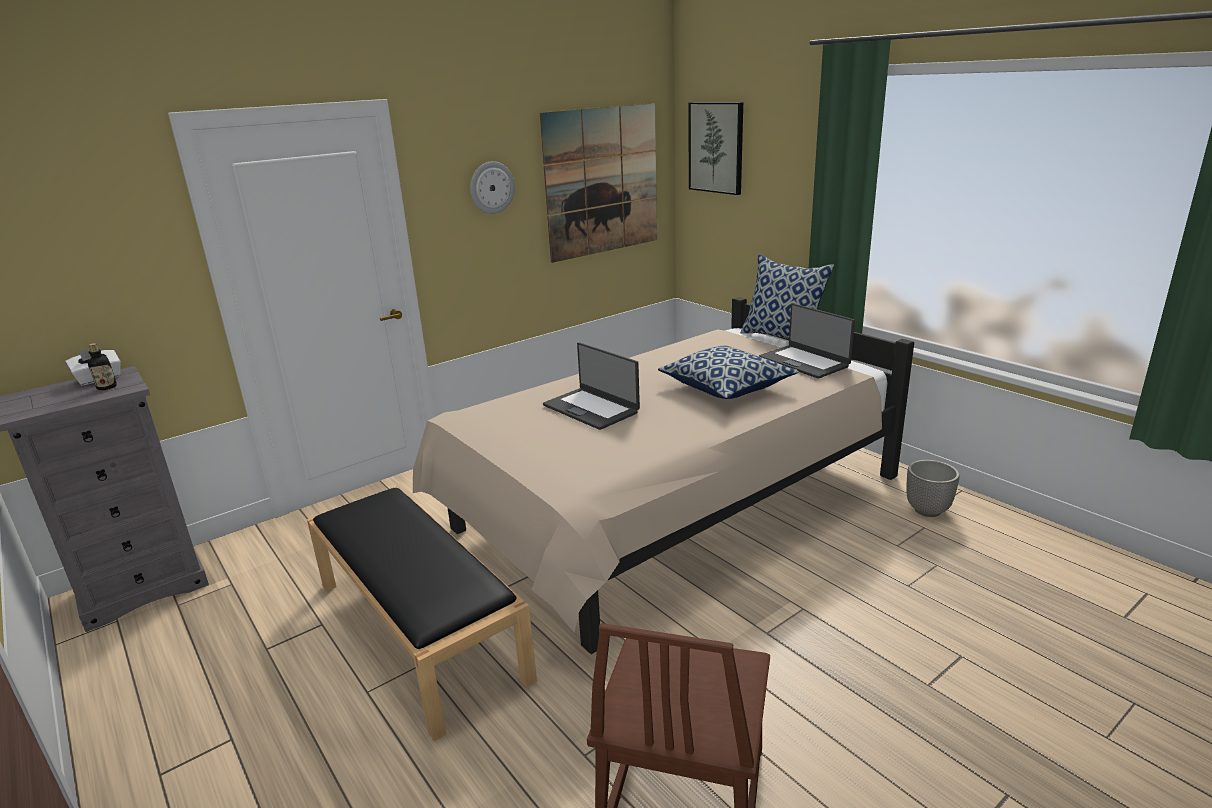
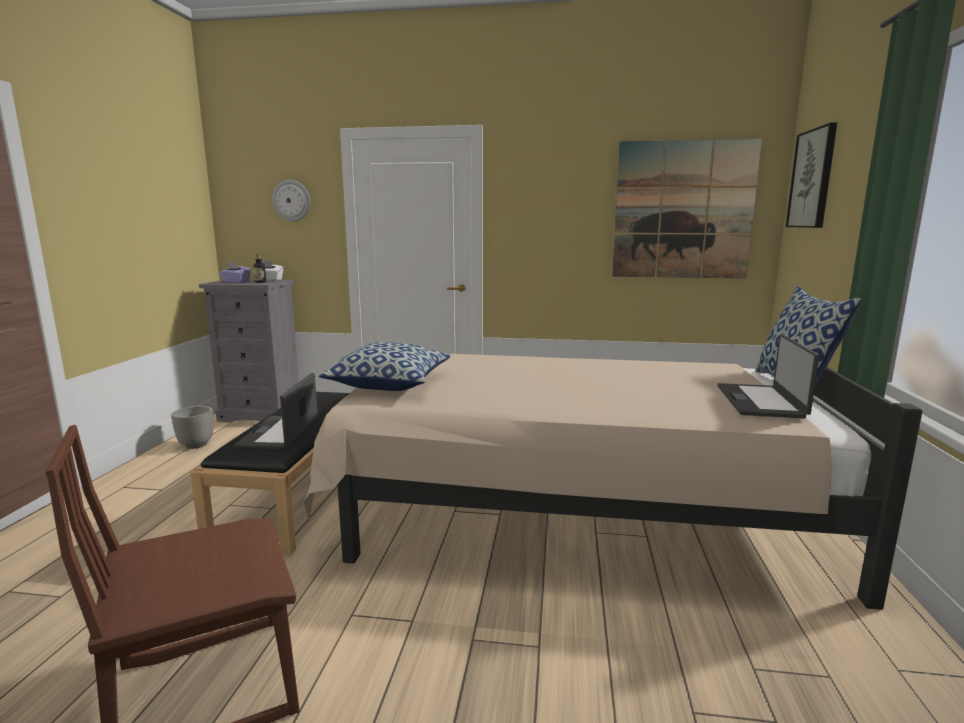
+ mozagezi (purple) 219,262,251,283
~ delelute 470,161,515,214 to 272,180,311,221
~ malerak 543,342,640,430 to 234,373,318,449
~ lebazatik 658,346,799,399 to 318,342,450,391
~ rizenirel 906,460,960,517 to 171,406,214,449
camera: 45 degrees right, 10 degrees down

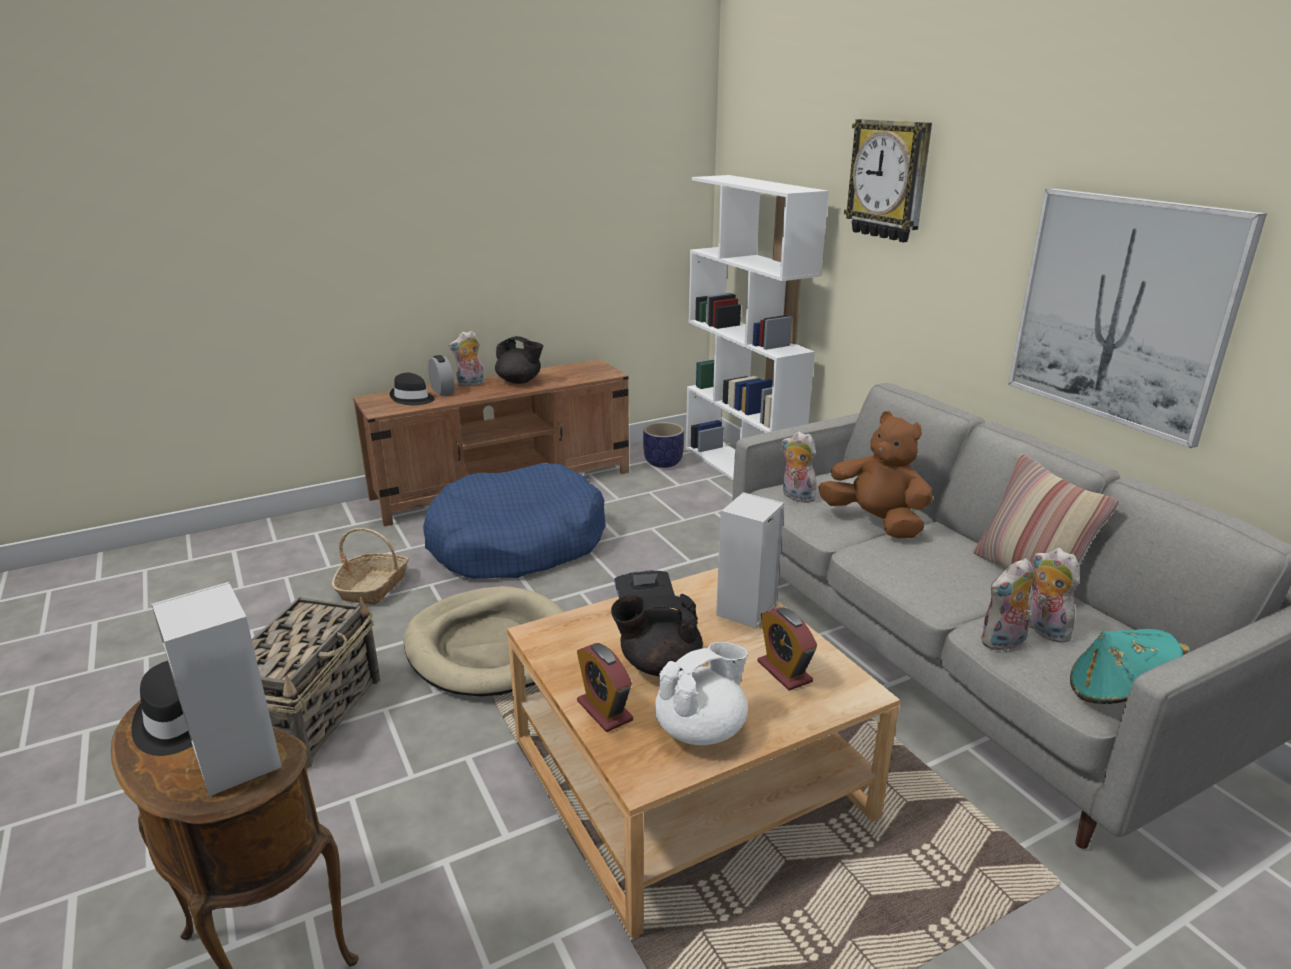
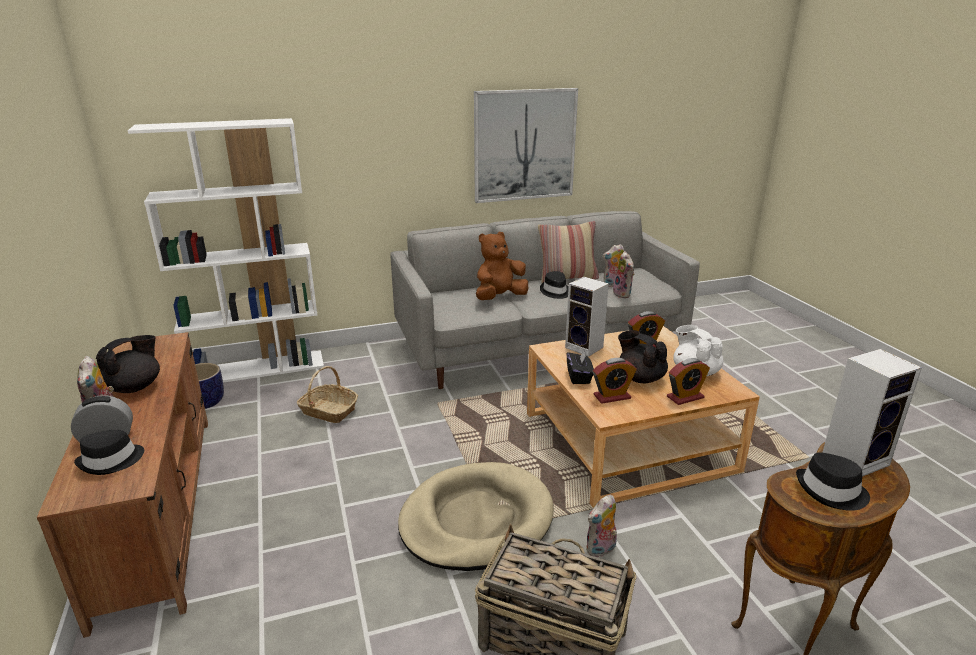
- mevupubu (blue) 423,463,606,579
- delelute 844,119,932,242
- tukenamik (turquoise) 1070,629,1191,704
+ tukenamik (black) 540,271,569,299
+ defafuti 593,358,637,404
~ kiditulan 332,528,409,605 to 297,366,358,423
~ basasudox 781,431,816,503 to 586,495,617,557
~ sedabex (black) 611,594,703,676 = 618,330,668,383 135 degrees clockwise
camera: 80 degrees left, 0 degrees up

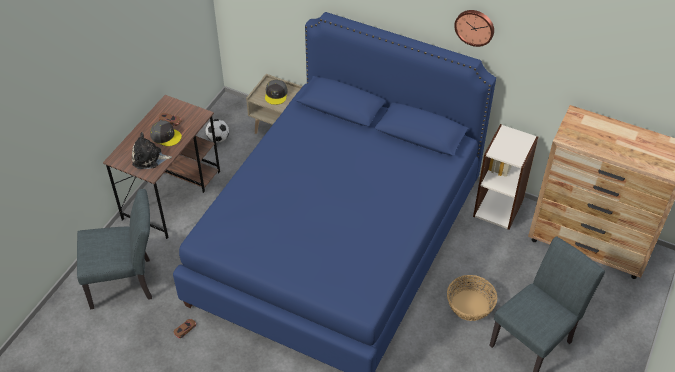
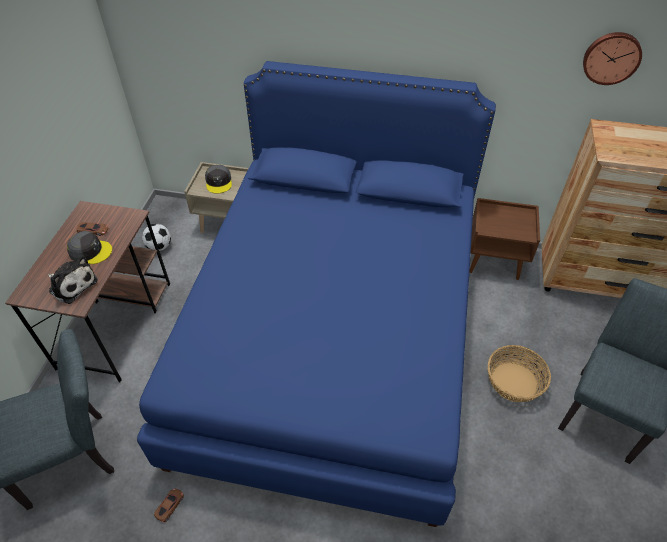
~ delelute 454,10,494,47 to 583,32,642,85
~ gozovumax 473,124,538,230 to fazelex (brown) 470,198,540,280
~ basasudox 132,132,172,169 = 48,255,98,304 135 degrees counterclockwise
camera: 15 degrees left, 0 degrees up

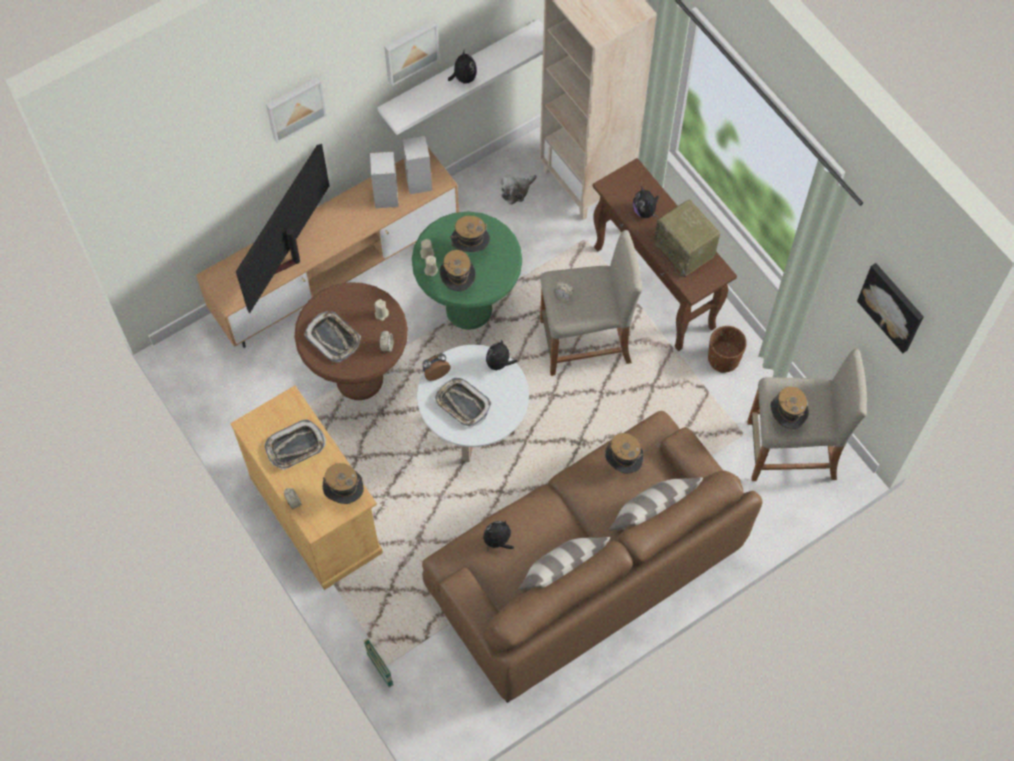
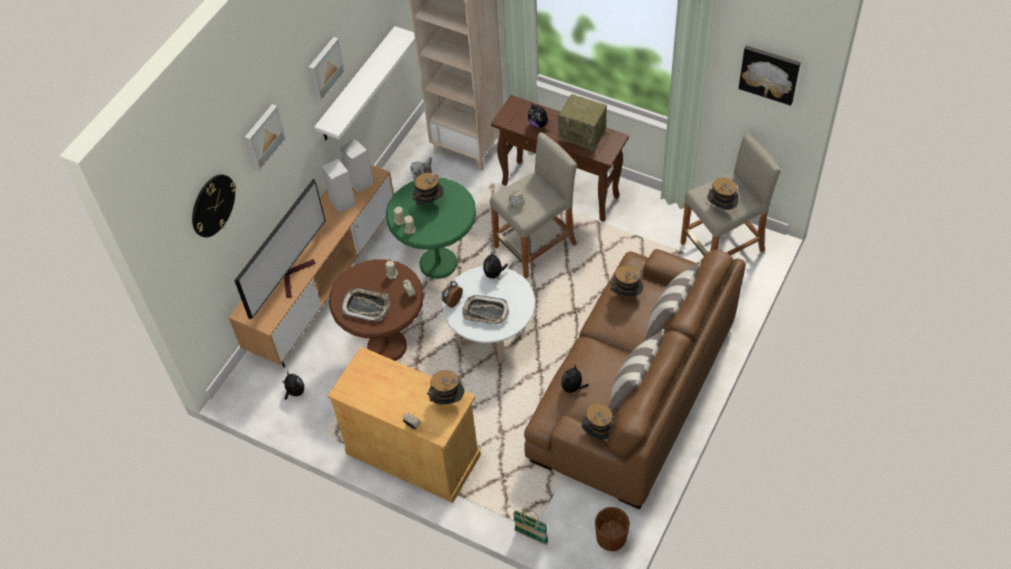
- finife 265,419,326,470
+ delelute 192,174,236,237
~ tukenamik 440,250,476,291 to 582,403,614,440
~ basasudox 448,49,477,84 to 282,371,304,400
~ rizenirel (brown) 708,326,747,373 to 595,507,630,551
~ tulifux 236,144,329,314 = 234,178,326,319 150 degrees counterclockwise
camera: 25 degrees left, 10 degrees down

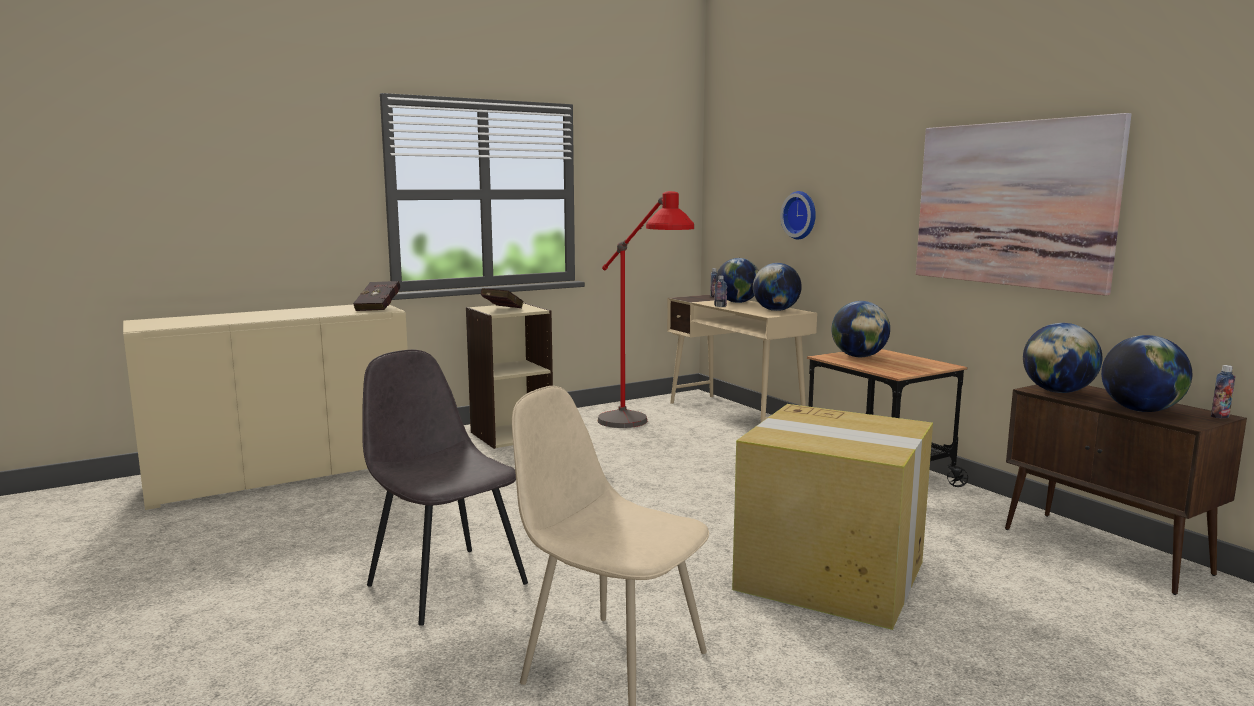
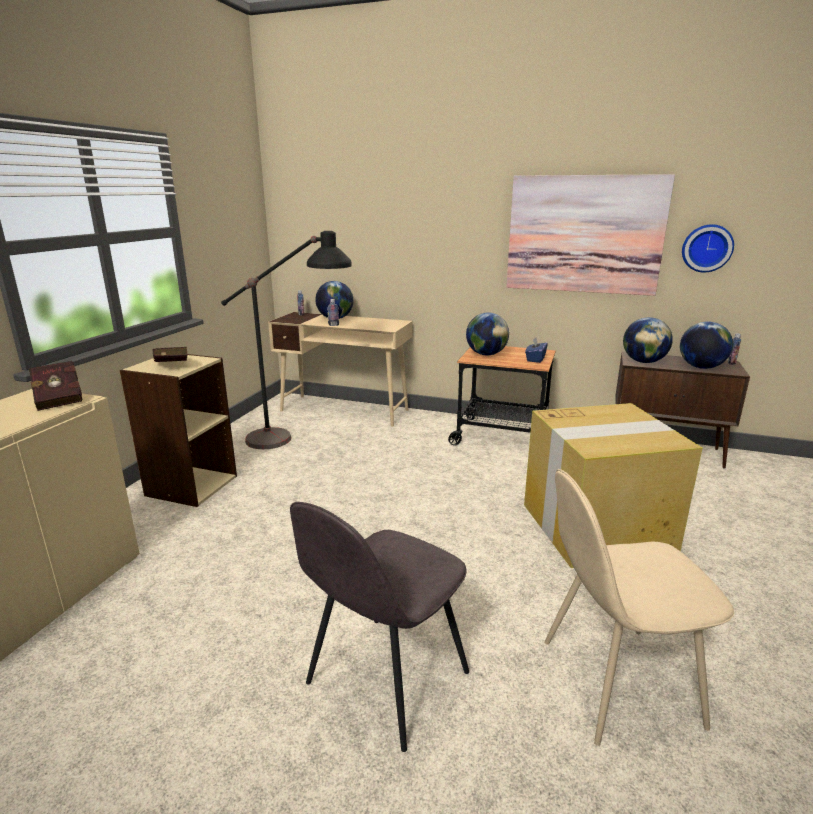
- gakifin 753,263,802,311
+ mozagezi (blue) 525,338,548,363
~ delelute 780,191,816,240 to 682,224,734,272
~ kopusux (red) 597,191,694,428 to kopusux (black) 221,231,352,449
~ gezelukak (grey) 362,350,528,626 = 290,502,469,752 60 degrees counterclockwise
camera: 40 degrees left, 10 degrees up

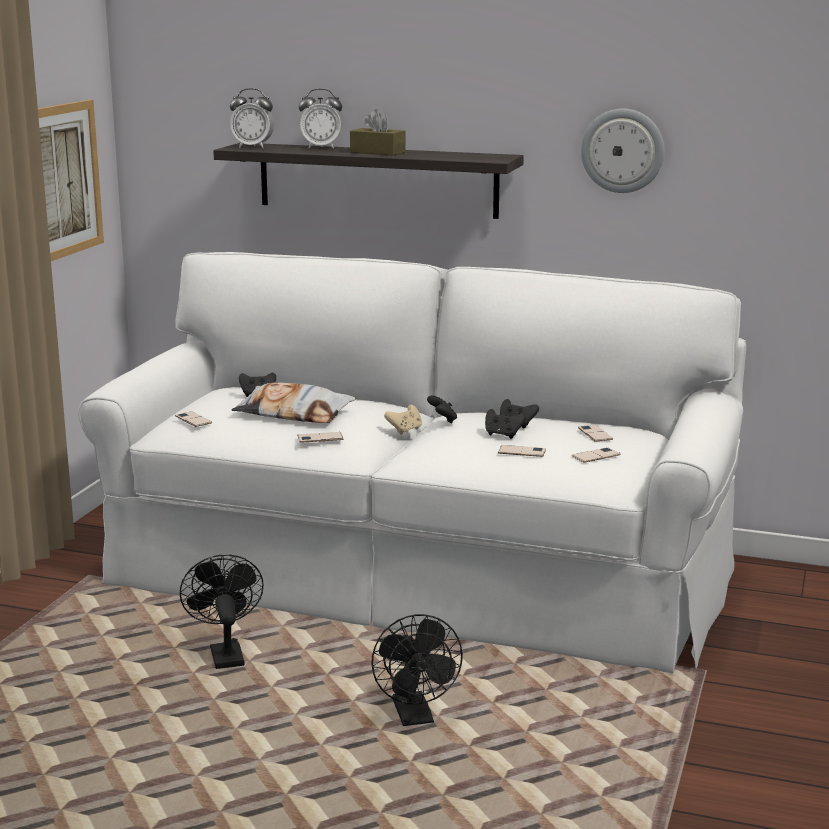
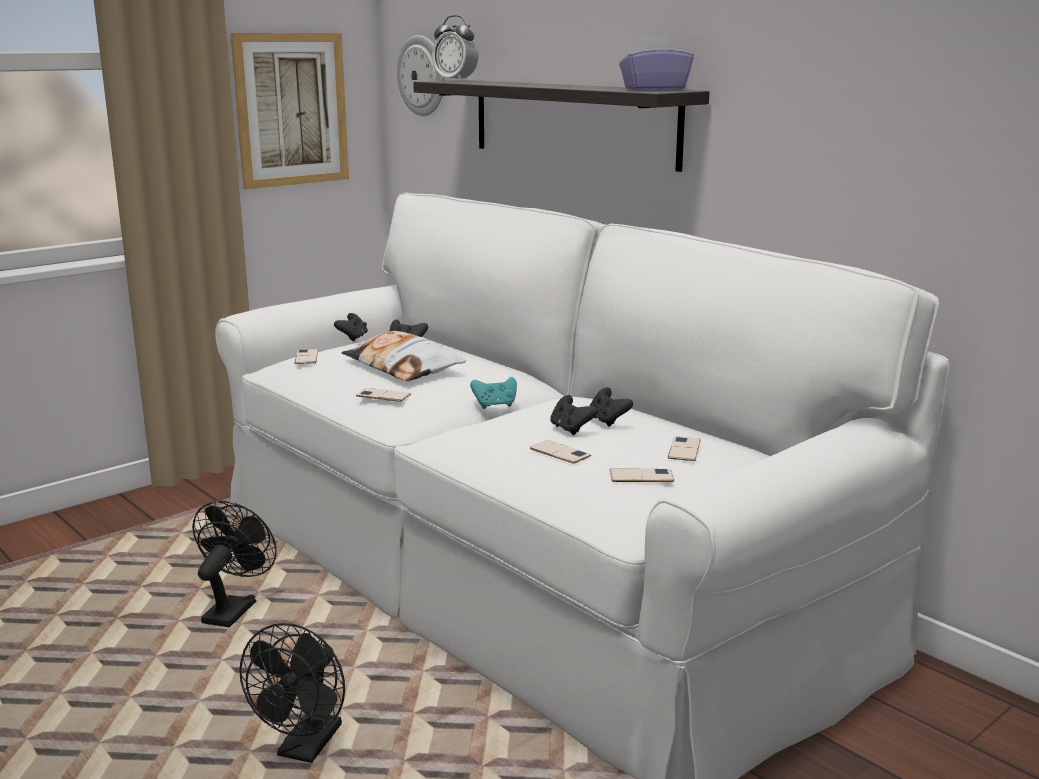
- defafuti 299,89,342,149
- mozagezi (brown) 350,109,405,155
+ mozagezi (purple) 619,36,694,91
~ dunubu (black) 427,395,457,423 to 334,313,368,342
~ delelute 581,109,664,193 to 397,35,445,116
~ dunubu (beige) 384,405,422,435 to dunubu (turquoise) 470,377,517,409
camera: 30 degrees right, 0 degrees up

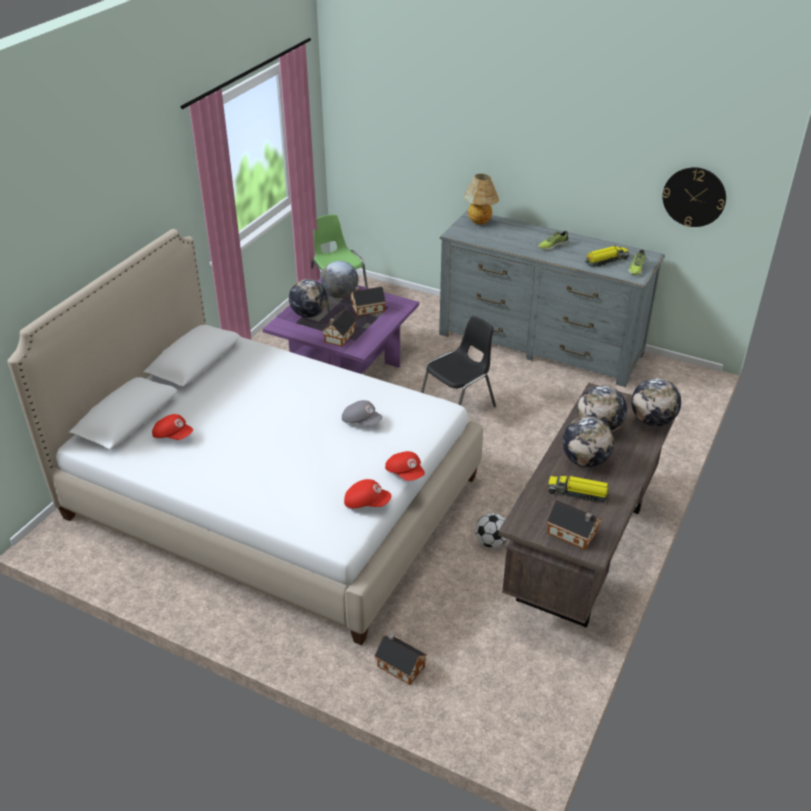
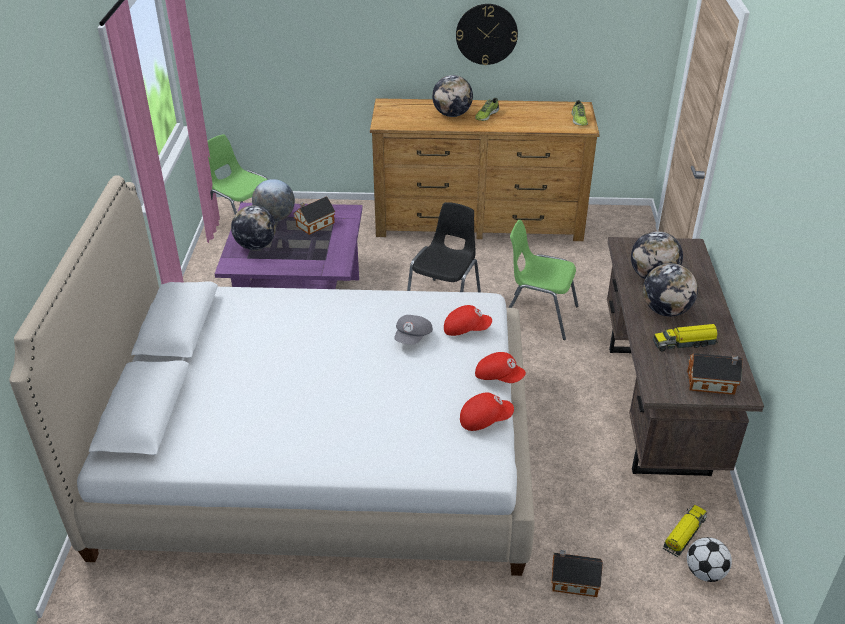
- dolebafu 322,309,356,347
- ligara 464,174,499,224
+ gezelukak (green) 509,220,578,340
~ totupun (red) 152,414,193,440 to 444,305,492,336
~ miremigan 475,513,507,548 to 687,537,732,582
~ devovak 585,246,629,267 to 663,505,707,557
~ gakifin 631,378,681,426 to 432,75,473,117
~ delelute 663,167,726,227 to 456,4,518,65
~ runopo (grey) 439,209,665,387 to runopo (brown) 370,98,600,241
~ totupun (grey) 342,400,382,426 = 394,315,433,345 105 degrees clockwise
camera: 25 degrees left, 0 degrees up

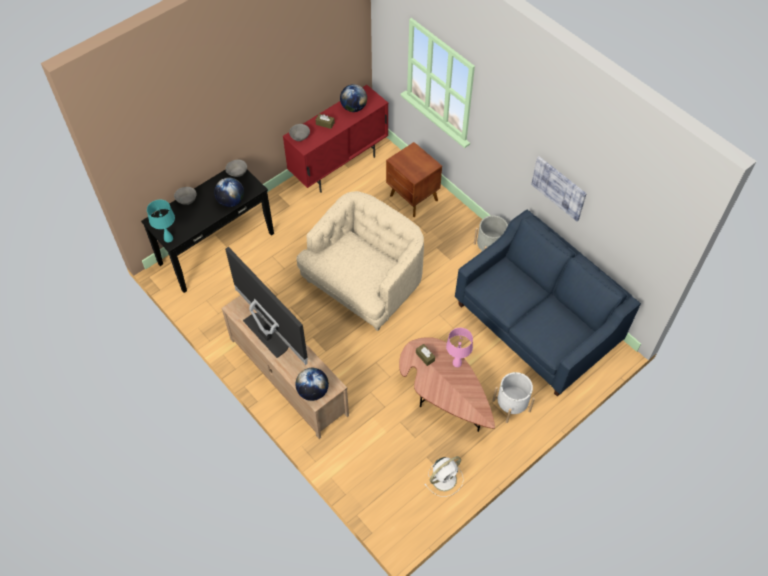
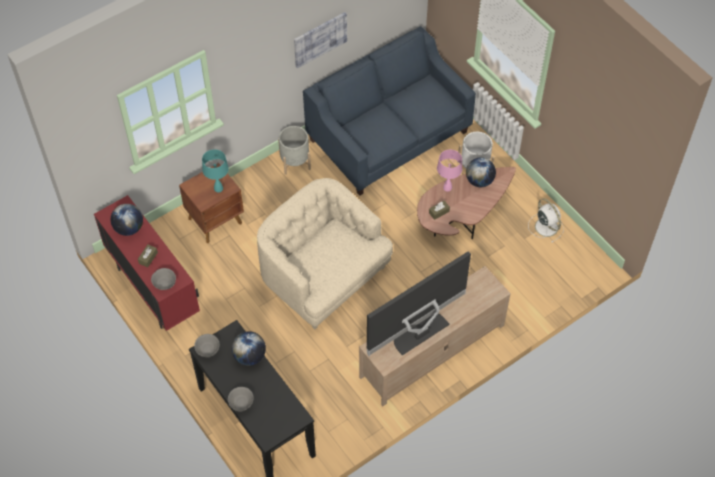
~ ligara (turquoise) 147,200,175,242 to 202,149,229,193
~ gakifin 296,368,329,401 to 466,157,496,187
camera: 85 degrees left, 0 degrees up

